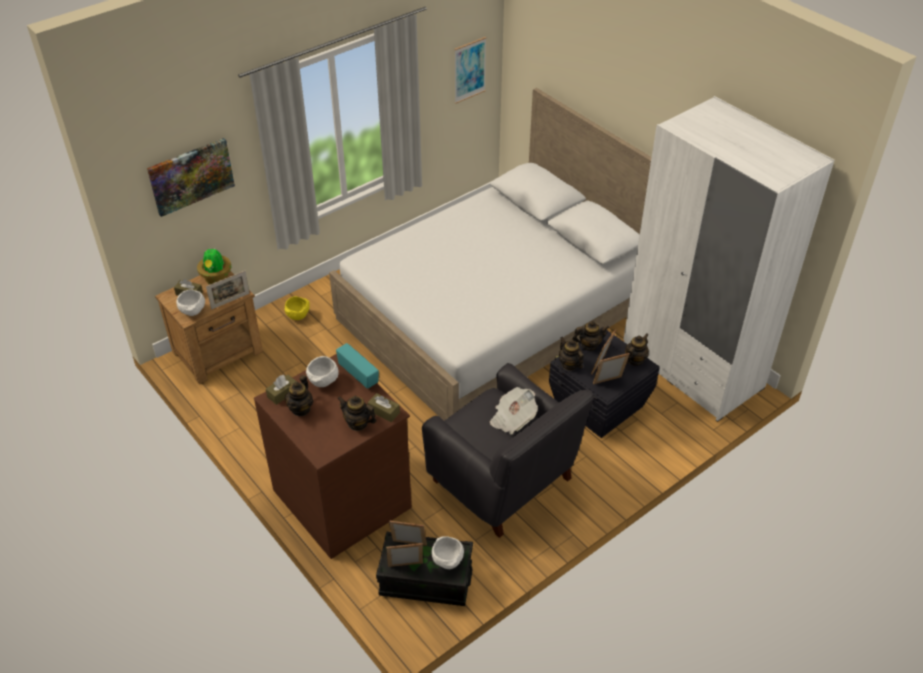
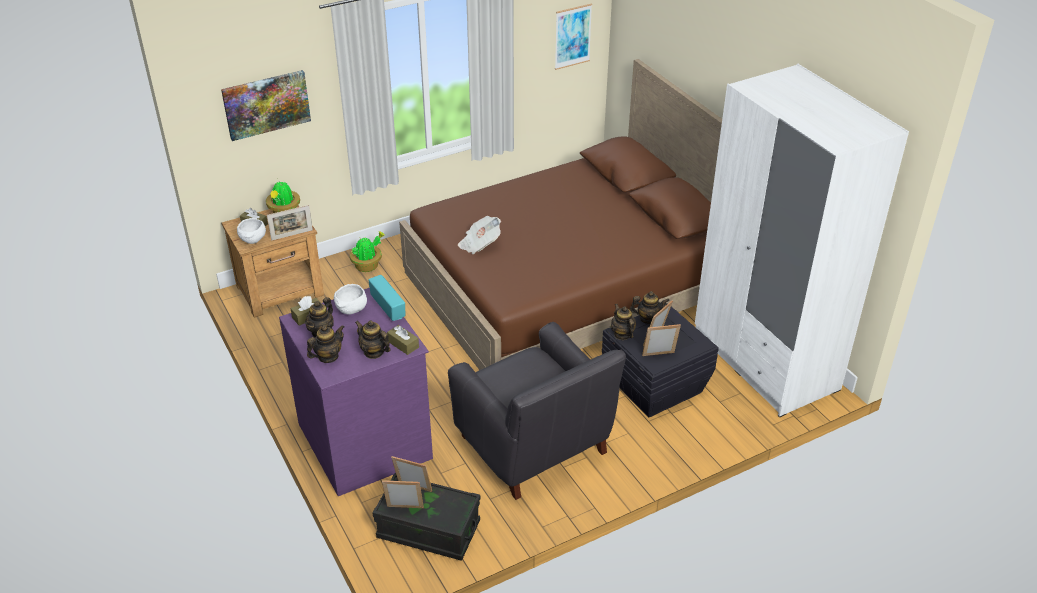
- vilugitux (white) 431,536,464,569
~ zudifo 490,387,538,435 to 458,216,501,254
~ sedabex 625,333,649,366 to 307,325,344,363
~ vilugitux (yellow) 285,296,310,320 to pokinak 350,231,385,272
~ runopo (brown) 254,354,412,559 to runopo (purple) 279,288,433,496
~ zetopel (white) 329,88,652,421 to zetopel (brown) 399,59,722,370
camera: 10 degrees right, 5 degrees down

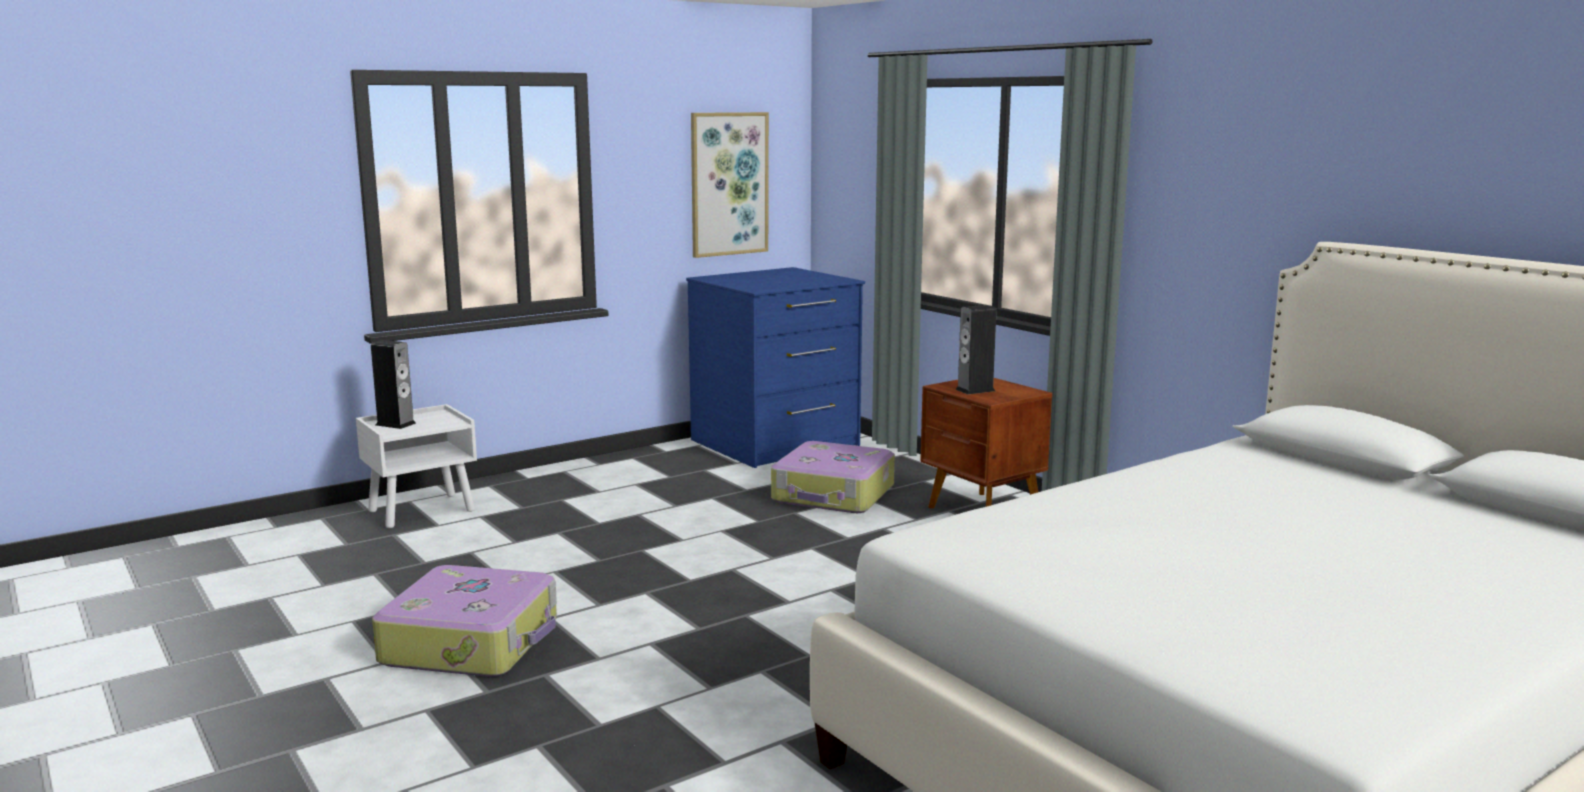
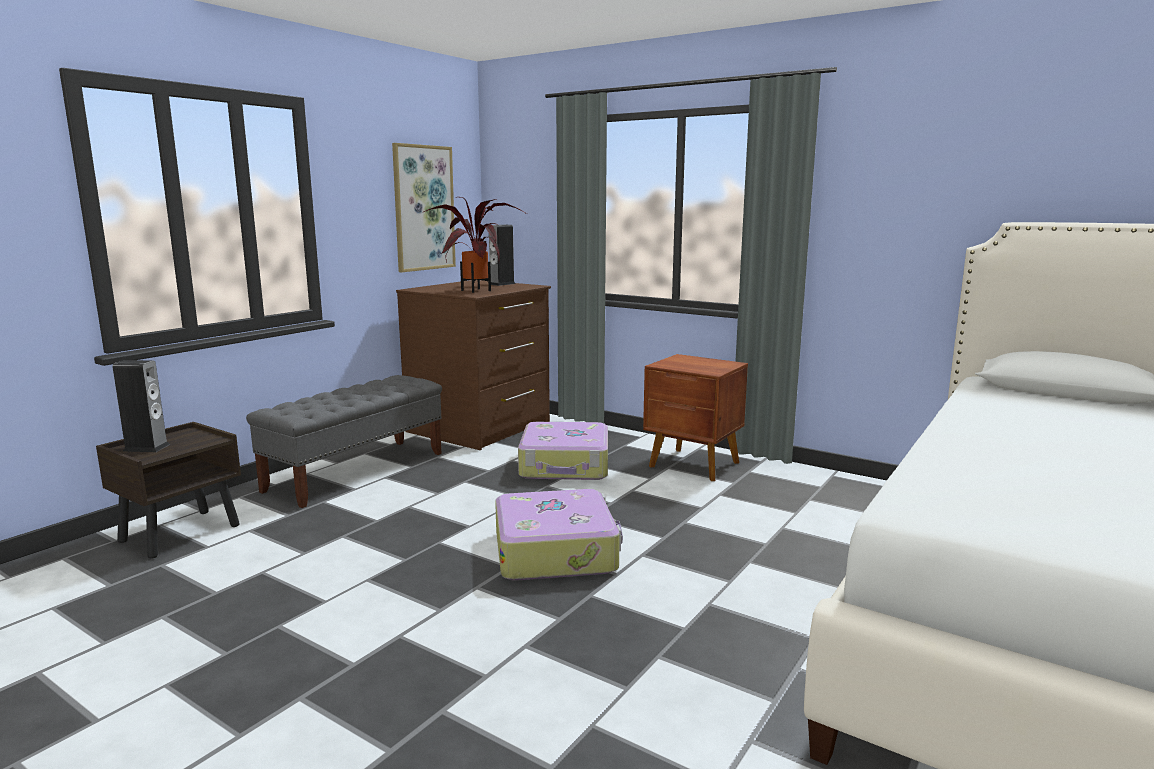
+ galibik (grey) 246,375,442,508
+ pokinak 422,197,527,293
~ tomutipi 372,565,557,677 to 495,489,623,581
~ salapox 955,305,997,395 to 489,225,516,286
~ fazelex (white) 356,404,477,528 to fazelex (brown) 96,422,241,559
~ runopo (blue) 686,267,865,468 to runopo (brown) 396,280,551,450
camera: 20 degrees left, 0 degrees up

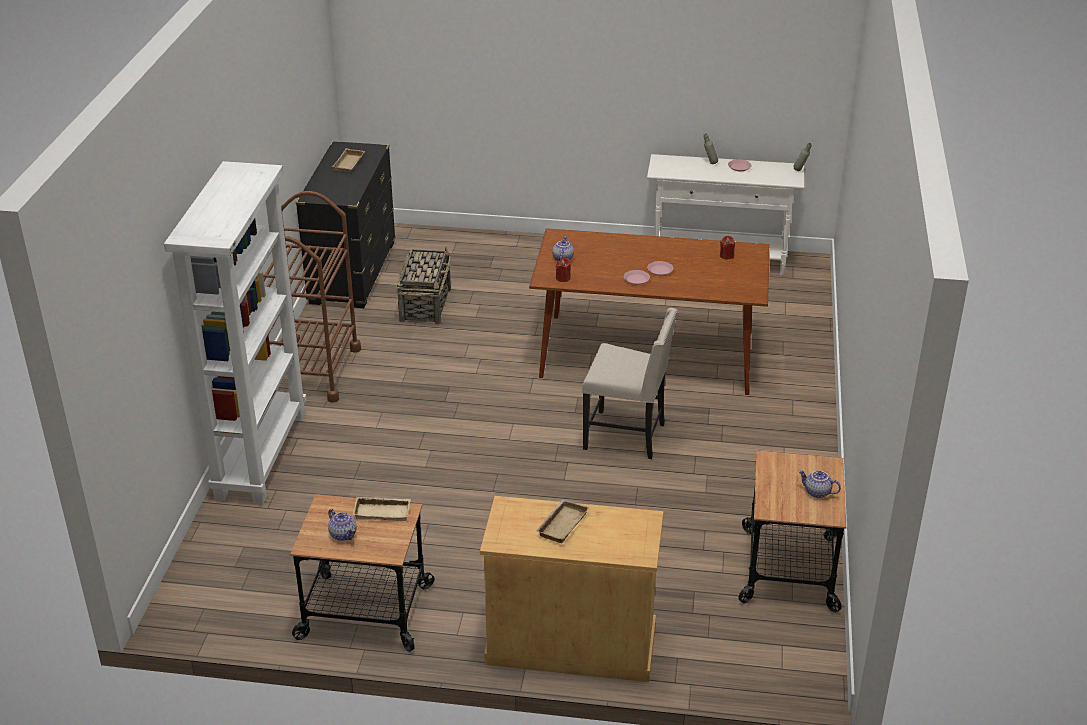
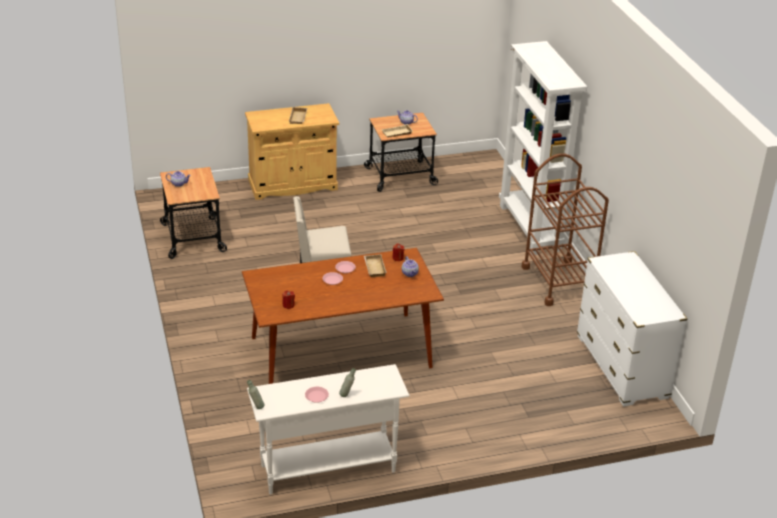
- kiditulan 396,247,451,324
~ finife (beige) 332,148,365,172 to 364,254,387,277
~ runopo (black) 296,141,396,308 to runopo (white) 577,251,688,406
camera: 155 degrees right, 0 degrees up

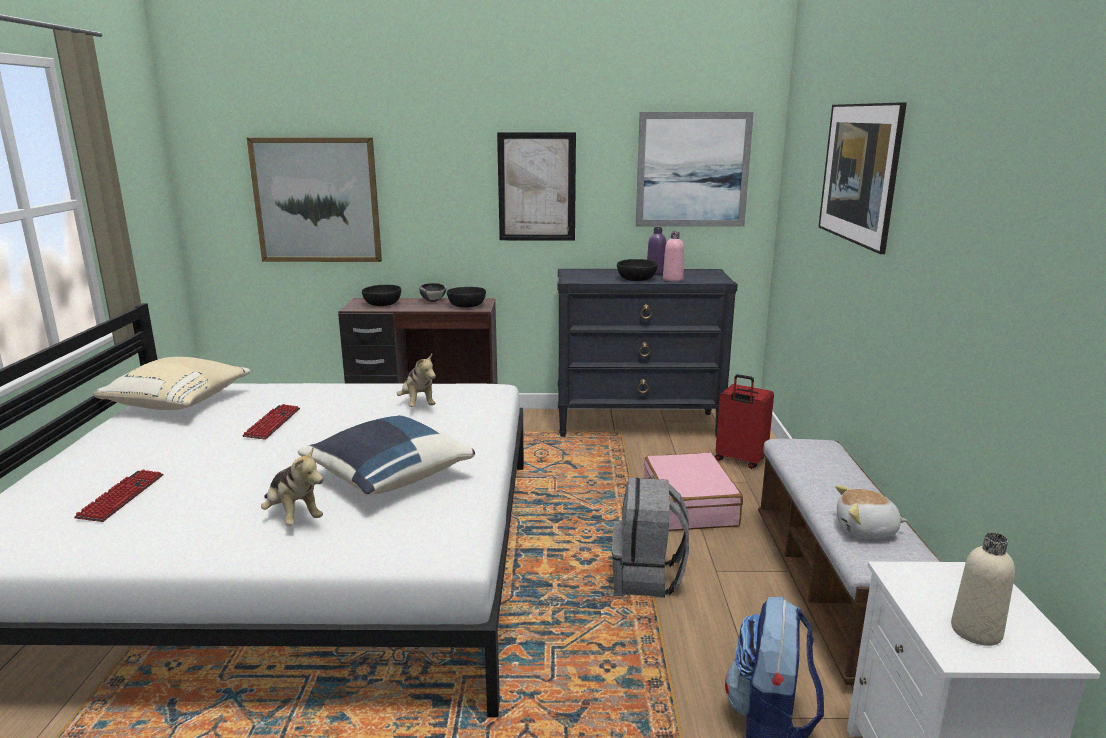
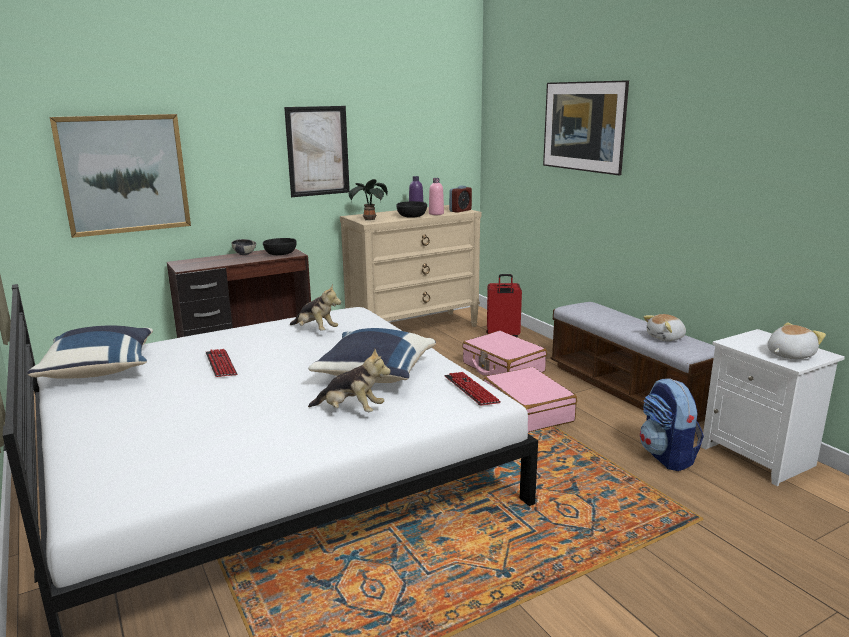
- vilugitux (black) 362,285,401,306
- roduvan 636,112,754,227
+ pokinak 349,179,388,221
+ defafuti 449,185,472,213
~ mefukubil 74,469,164,522 to 444,372,501,405
~ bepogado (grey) 612,478,689,598 to tomutipi (pink) 484,367,577,432
~ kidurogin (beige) 951,532,1015,646 to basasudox 768,322,826,359
~ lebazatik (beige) 93,357,251,410 to lebazatik (blue) 28,326,153,378
~ runopo (black) 558,269,738,438 to runopo (beige) 340,205,481,327
camera: 30 degrees left, 0 degrees up

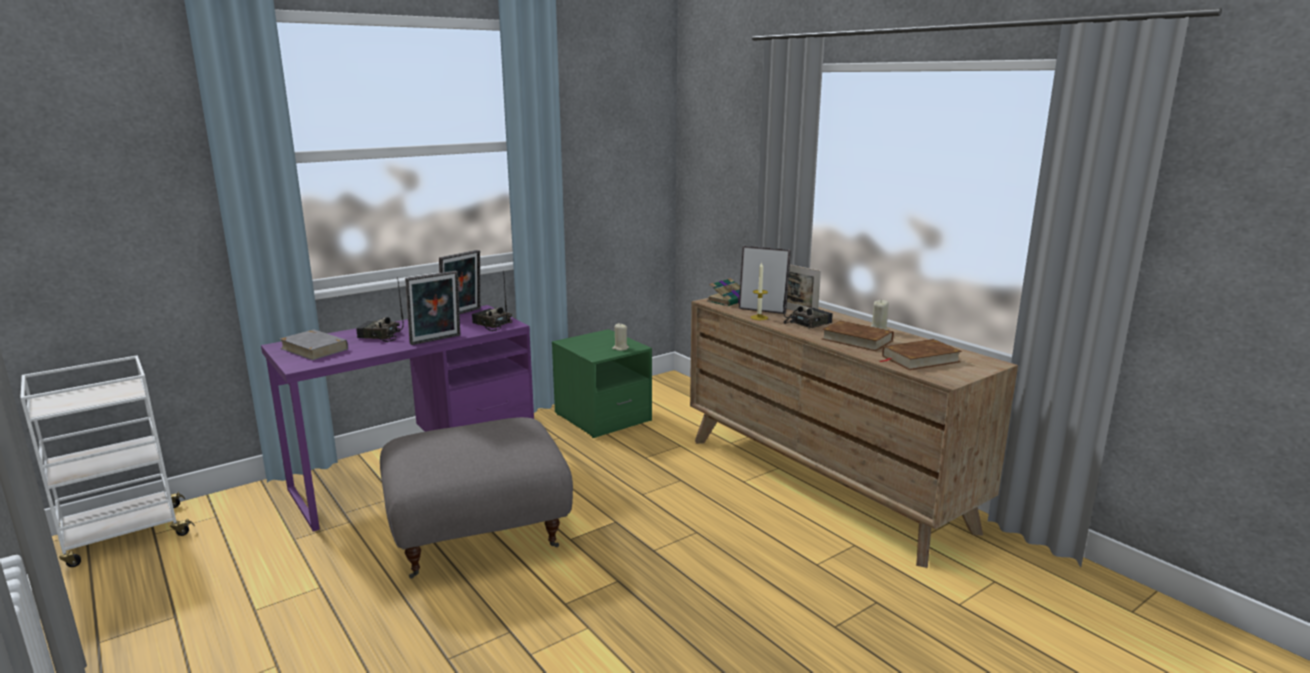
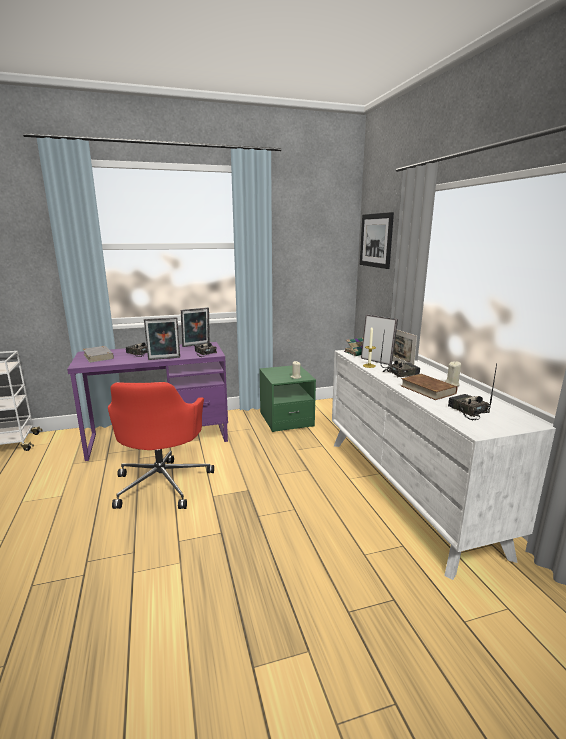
+ roduvan 360,212,394,269
~ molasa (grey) 380,417,573,579 to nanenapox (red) 108,382,214,509
~ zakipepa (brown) 880,339,962,370 to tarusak 448,363,497,420
~ runopo (brown) 690,298,1018,568 to runopo (white) 332,350,556,580
camera: 20 degrees right, 0 degrees up

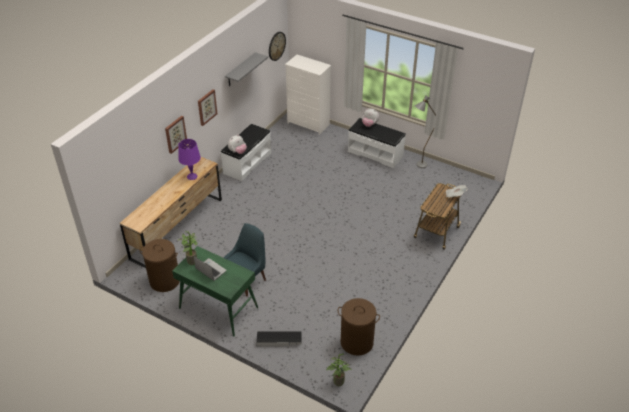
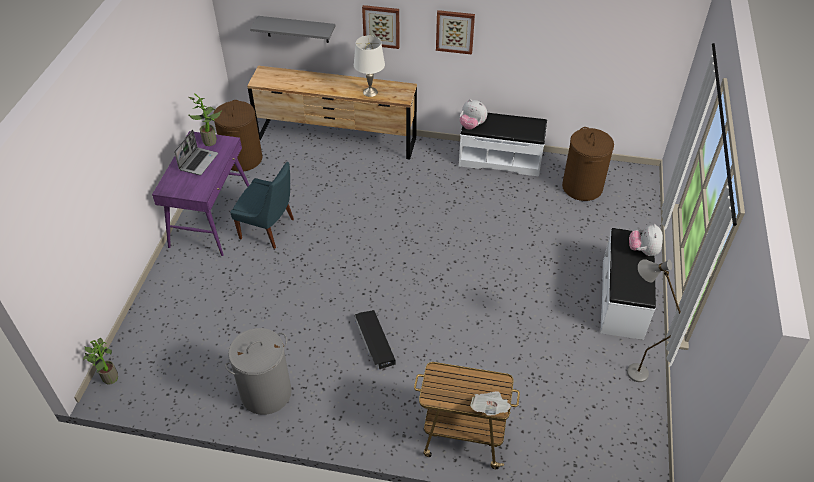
- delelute 269,32,286,61
- runopo (white) 285,55,331,135
+ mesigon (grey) 225,328,292,415
~ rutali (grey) 225,52,268,86 to 250,16,335,43
~ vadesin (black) 256,332,302,347 to 355,310,396,369
~ mesigon (brown) 337,298,380,356 to 562,127,614,201
~ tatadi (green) 172,246,258,336 to tatadi (purple) 152,131,249,256
~ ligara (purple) 178,139,201,180 to ligara (white) 354,36,385,97
camera: 70 degrees right, 5 degrees up

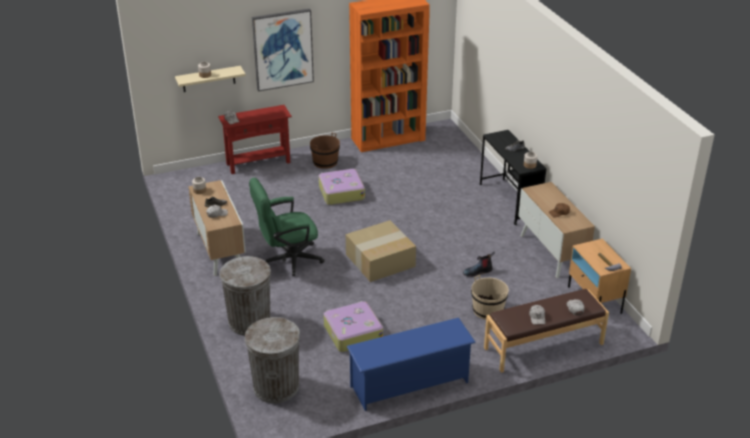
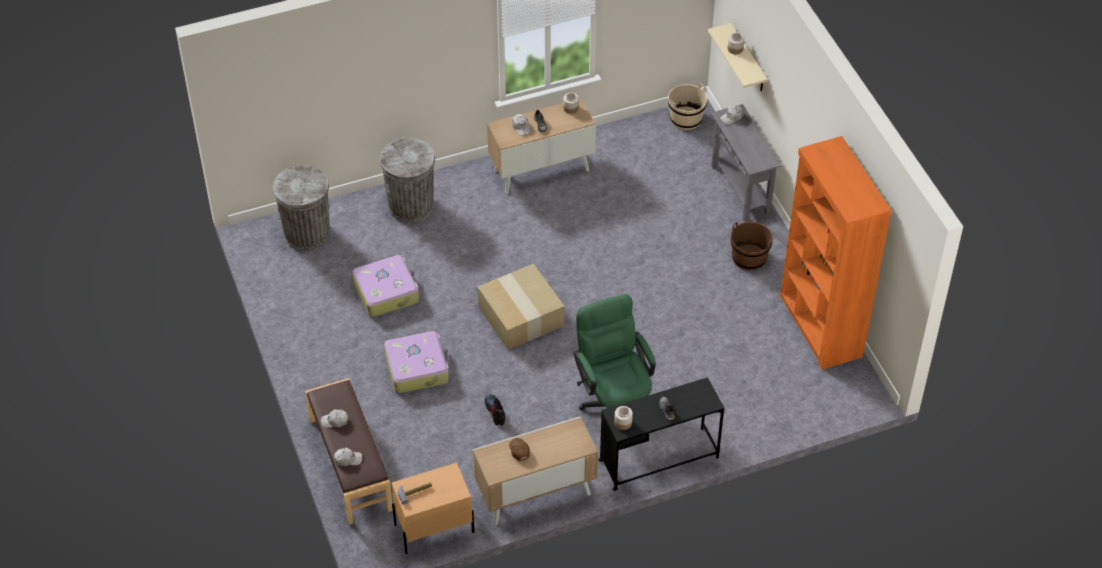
- roduvan 252,8,314,92
- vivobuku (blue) 346,318,476,411
~ nanenapox (green) 249,178,324,276 to 573,294,656,410
~ tomutipi 319,169,365,205 to 384,331,450,393
~ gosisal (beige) 471,275,509,320 to 668,83,707,130
~ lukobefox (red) 218,105,292,174 to lukobefox (grey) 711,104,782,222
camera: 90 degrees right, 15 degrees up

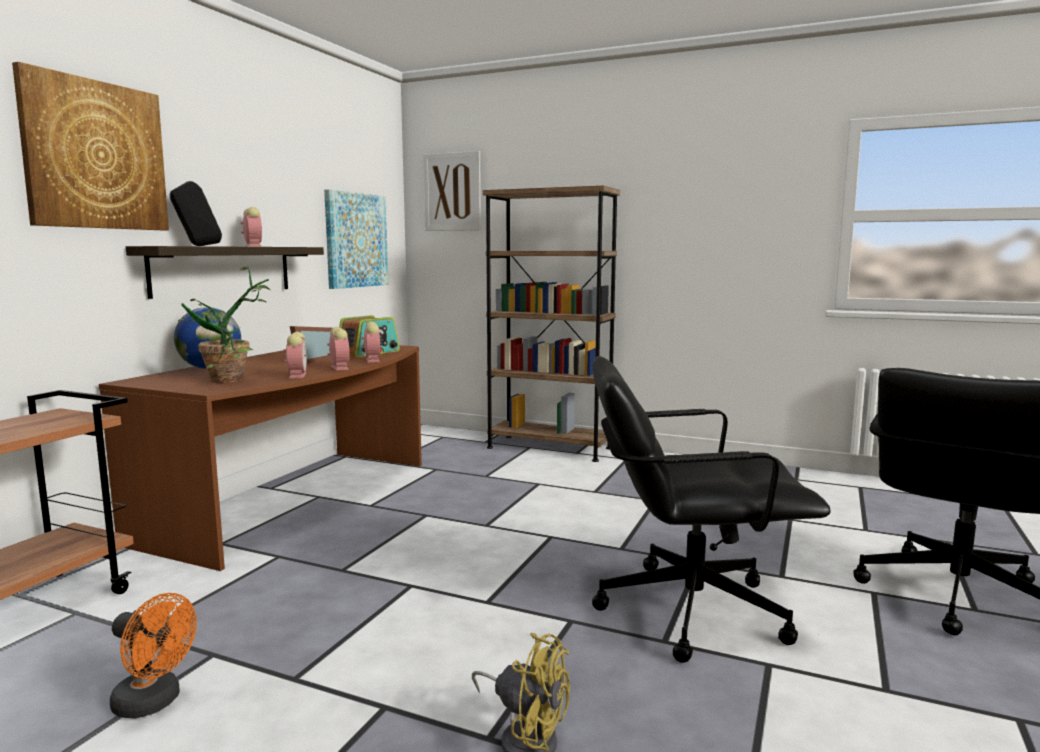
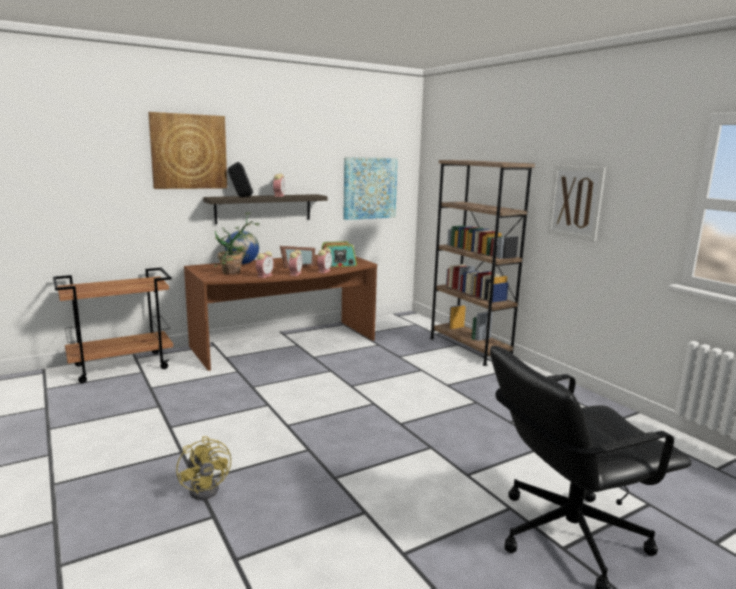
- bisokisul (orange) 110,593,197,718
- nanenapox (black) 592,356,831,663
~ roduvan 423,151,481,231 to 547,165,606,242
camera: 35 degrees right, 5 degrees up

